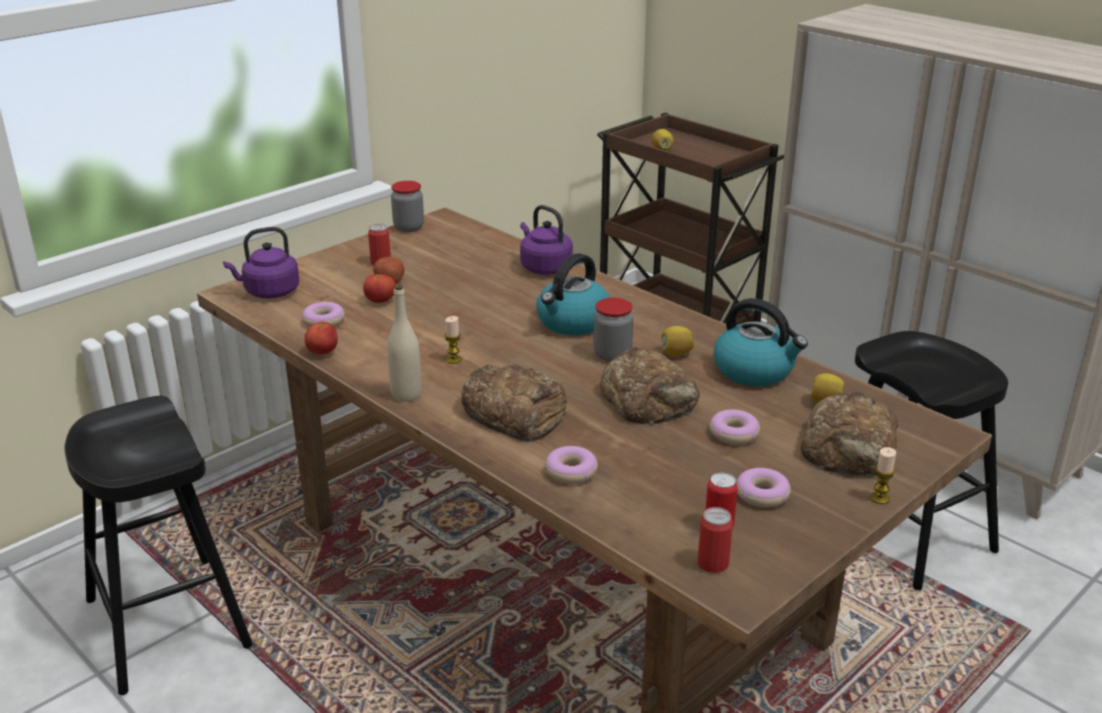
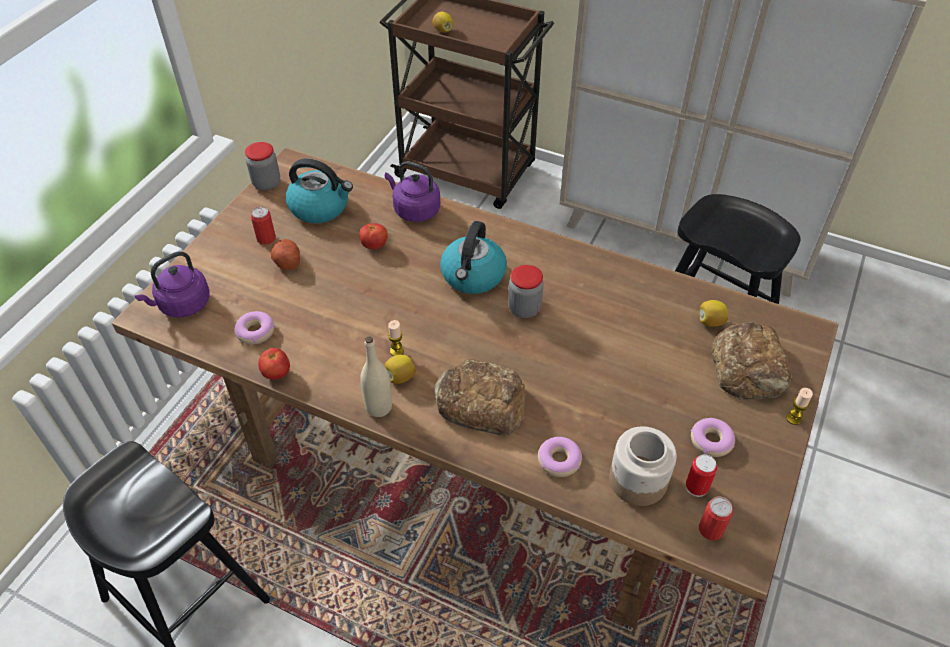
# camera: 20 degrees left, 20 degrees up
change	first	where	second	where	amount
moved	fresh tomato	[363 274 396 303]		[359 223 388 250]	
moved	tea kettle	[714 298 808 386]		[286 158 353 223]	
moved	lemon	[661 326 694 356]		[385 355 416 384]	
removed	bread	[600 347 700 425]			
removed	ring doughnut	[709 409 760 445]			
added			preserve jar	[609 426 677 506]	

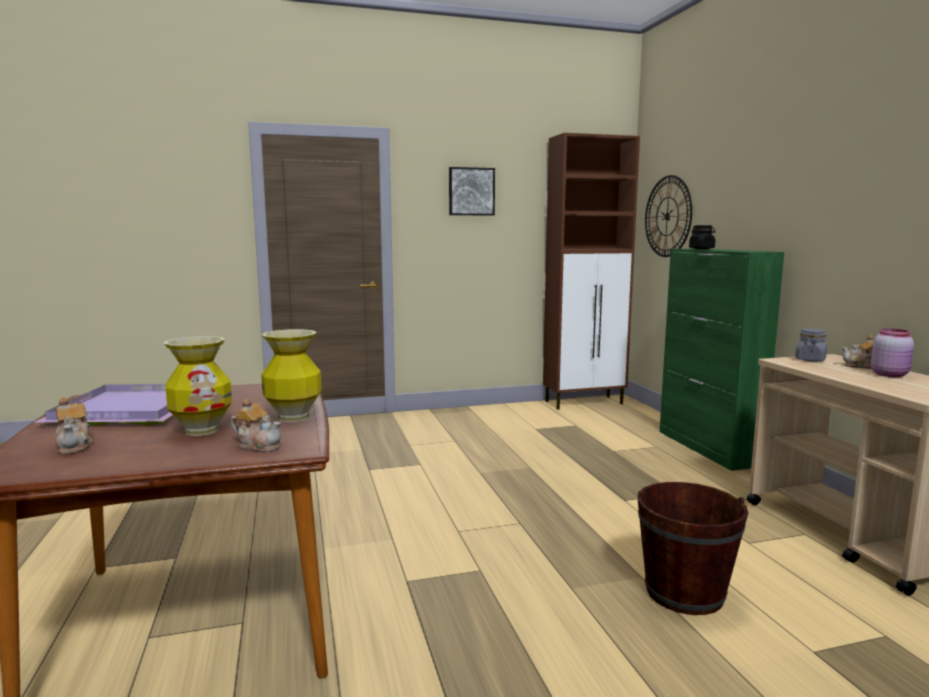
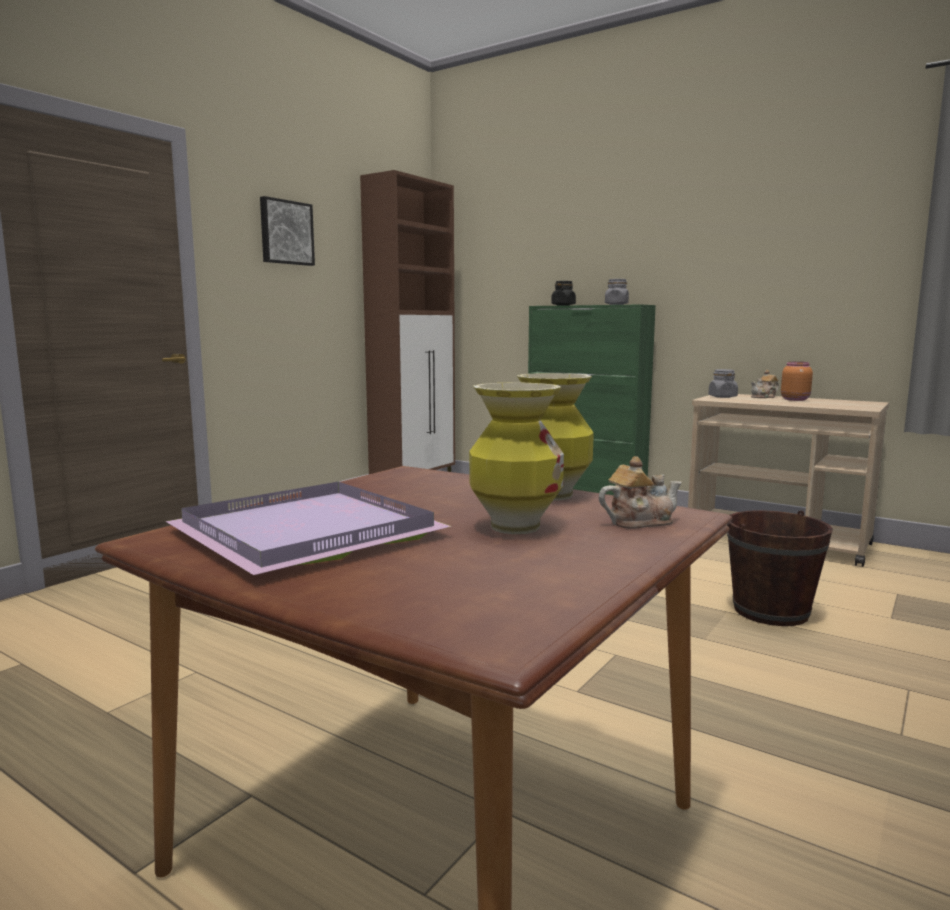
# camera: 40 degrees left, 0 degrees up
change	first	where	second	where	amount
removed	wall clock	[645 175 692 257]			
recoloured	pink-coloured preserve jar	[871 328 914 377]	orange preserve jar	[781 362 813 401]	
removed	tea pot	[55 397 94 454]			
added			gray preserve jar	[605 279 629 305]	

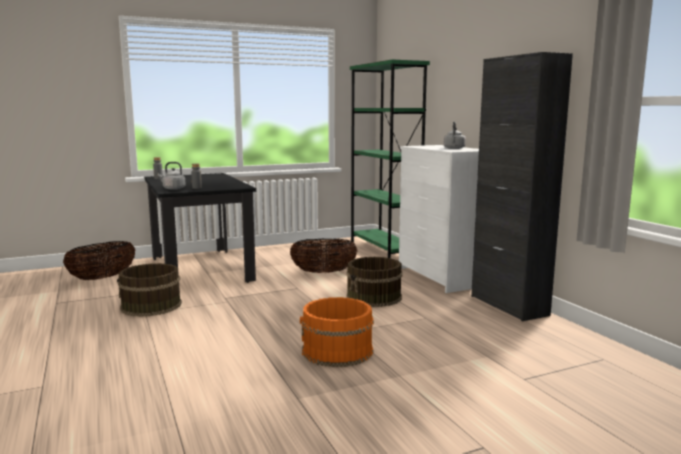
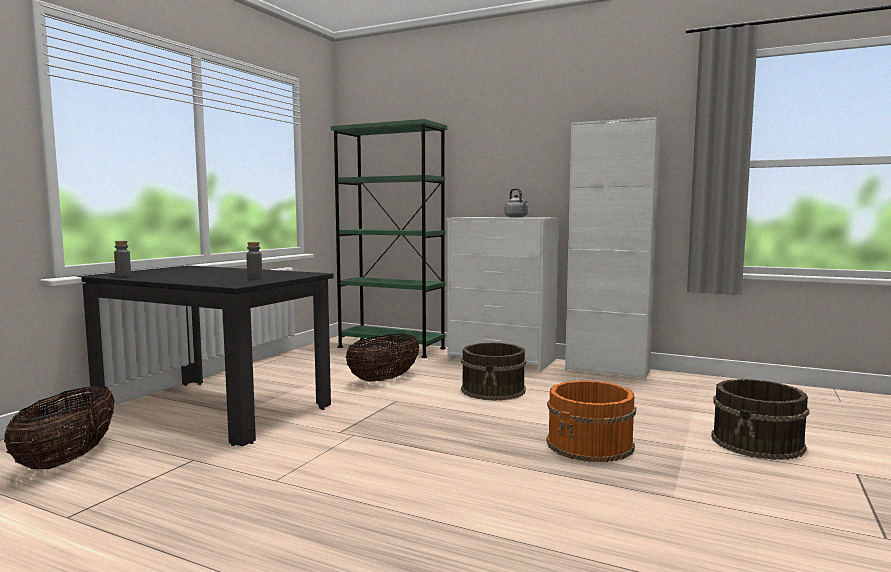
# camera: 40 degrees left, 5 degrees down
change	first	where	second	where	amount
recoloured	blackish cabinet	[471 52 573 321]	white cabinet	[565 117 661 379]	
removed	gray tea kettle	[158 162 186 190]			
moved	brown pail	[117 263 182 317]		[711 379 809 460]	

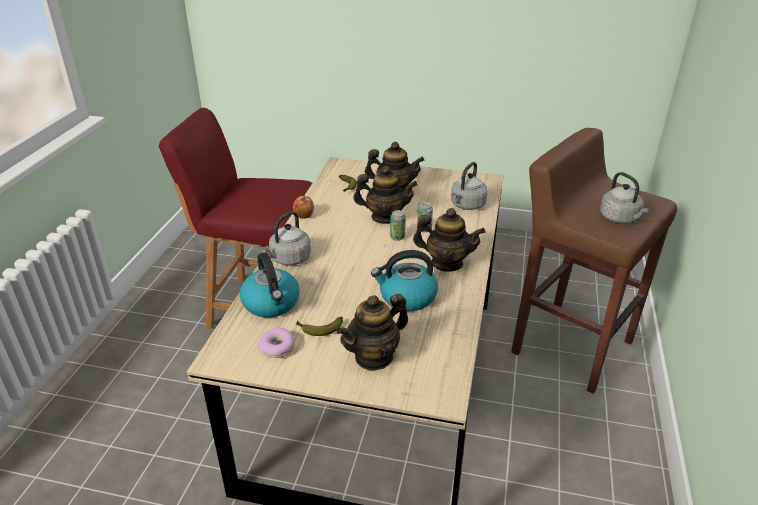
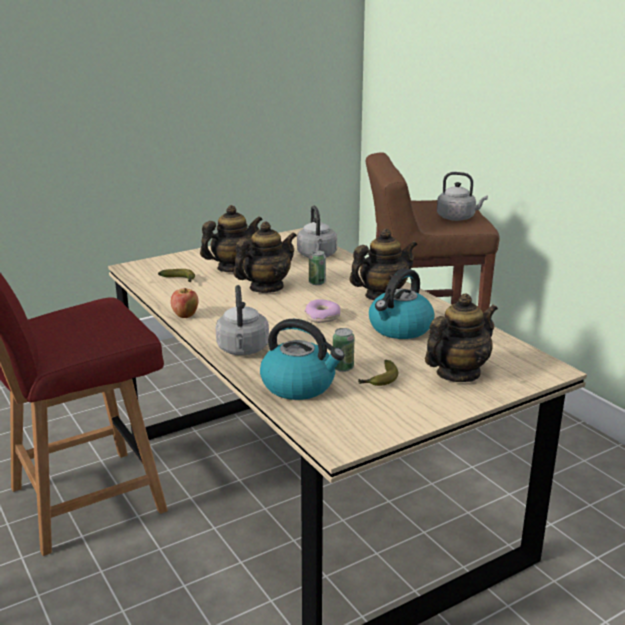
# camera: 45 degrees left, 10 degrees down
change	first	where	second	where	amount
moved	metal can	[390 210 406 241]		[333 328 355 372]	
turned	tea pot	[336 294 408 371]		[425 293 498 382]	135 degrees counterclockwise
moved	ring doughnut	[258 328 295 358]		[305 299 341 323]	

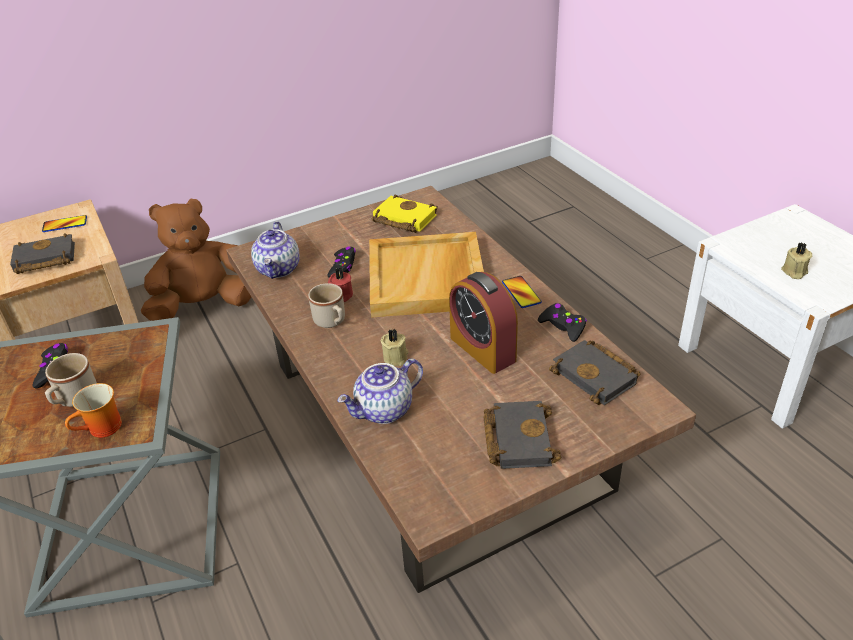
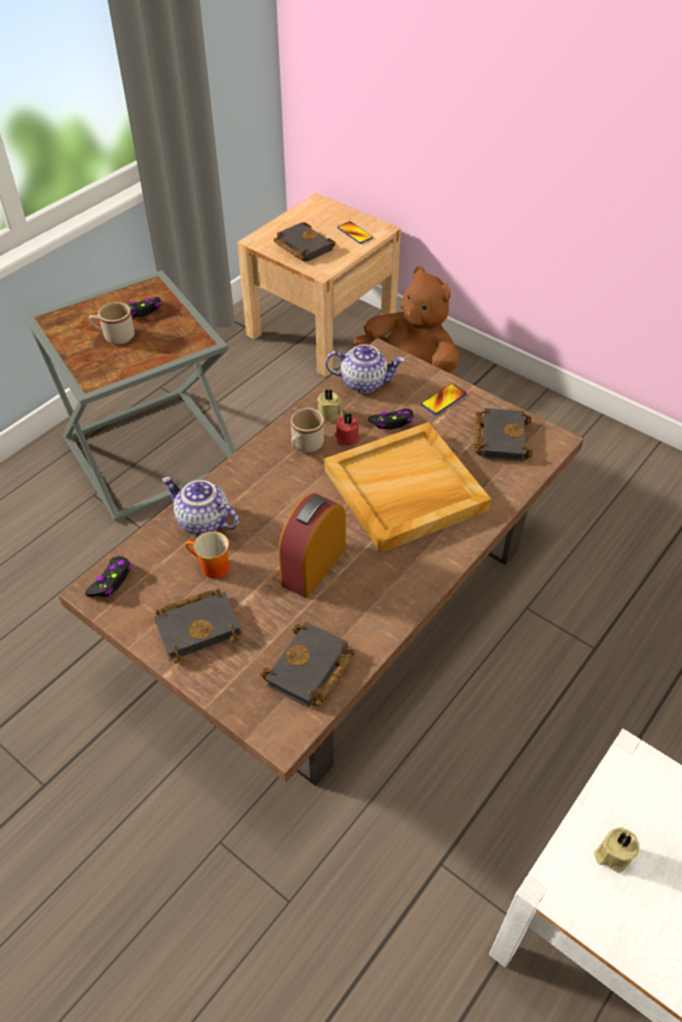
# camera: 65 degrees right, 10 degrees up
change	first	where	second	where	amount
recoloured	yellowish volume	[372 195 438 233]	blackish volume	[474 408 533 461]	
turned	tea pot	[251 221 300 279]		[325 344 405 393]	150 degrees counterclockwise
moved	handset	[502 276 542 308]		[421 384 467 415]	
moved	blackish game controller	[538 303 587 342]		[85 556 131 597]	
moved	sand-coloured candle	[381 329 408 366]		[317 389 343 422]	
moved	tea mug	[65 383 122 438]		[185 531 229 579]	

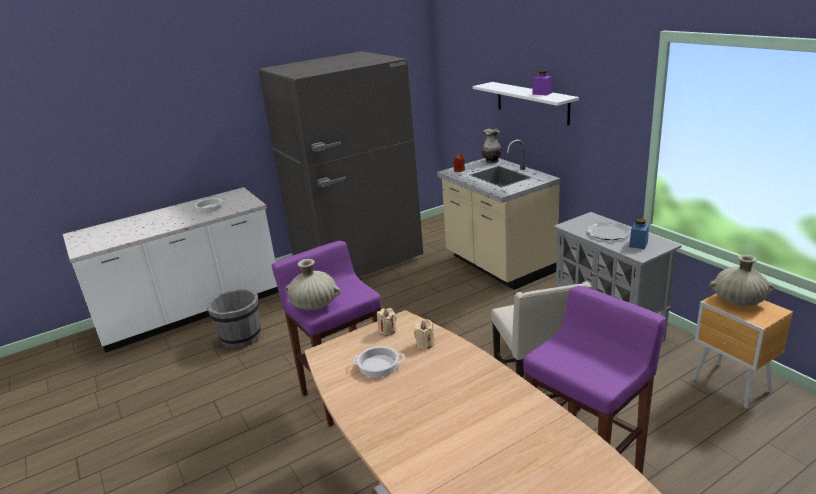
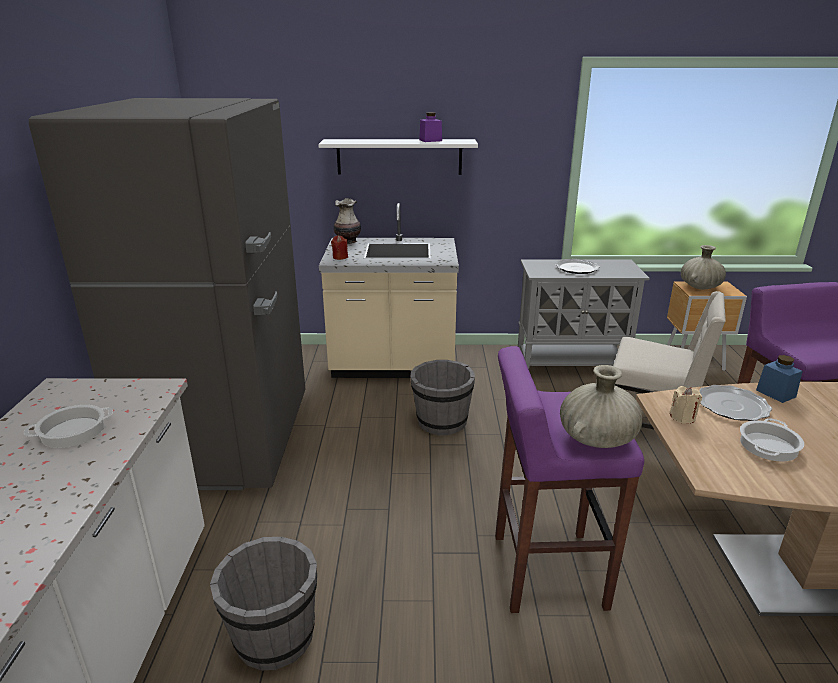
# camera: 60 degrees left, 0 degrees up
change	first	where	second	where	amount
moved	blue-coloured preserve jar	[629 218 649 249]		[756 355 803 403]	
replaced	sand-coloured candle	[414 319 435 350]	plate	[700 385 772 421]	
added			gray pail	[411 360 475 436]	

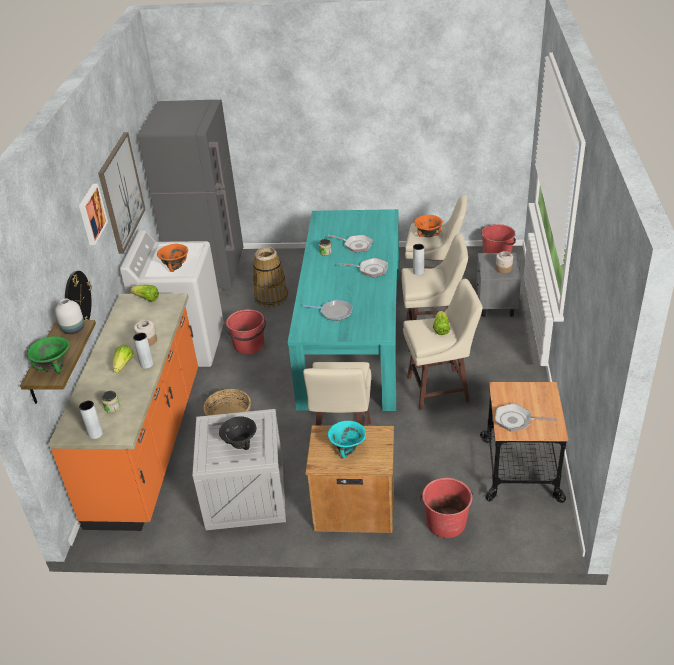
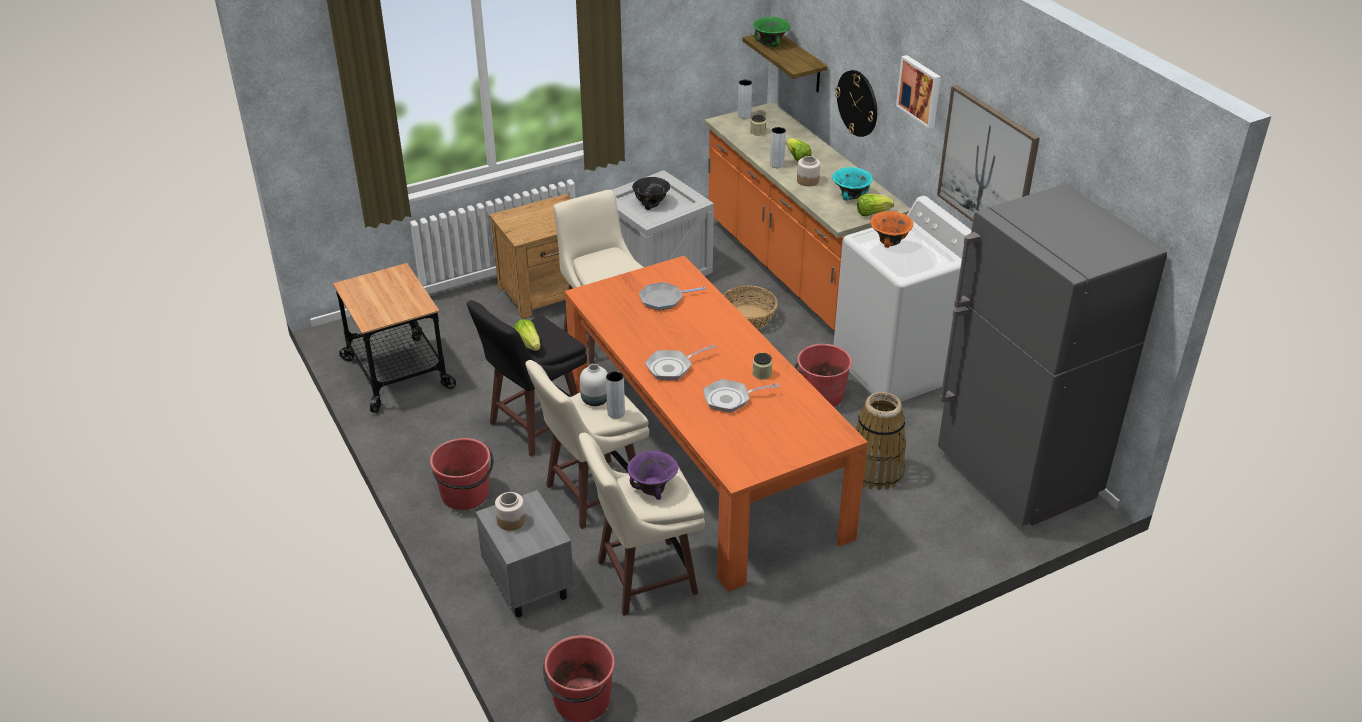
# camera: 145 degrees right, 0 degrees up
change	first	where	second	where	amount
recoloured	turquoise-coloured kitchen table	[288 209 399 411]	orange kitchen table	[564 256 868 592]	
recoloured	orange bowl	[414 215 443 237]	purple-coloured bowl	[627 451 678 500]	
recoloured	sand-coloured sitting stool	[403 279 483 410]	blackish sitting stool	[467 300 587 457]	
moved	white decorative vase	[55 299 84 334]		[580 364 608 406]	
removed	pan	[495 403 557 432]			
moved	turquoise-coloured bowl	[327 421 366 458]		[832 167 873 201]	
moved	reddish pail	[420 478 473 538]		[430 438 494 510]	

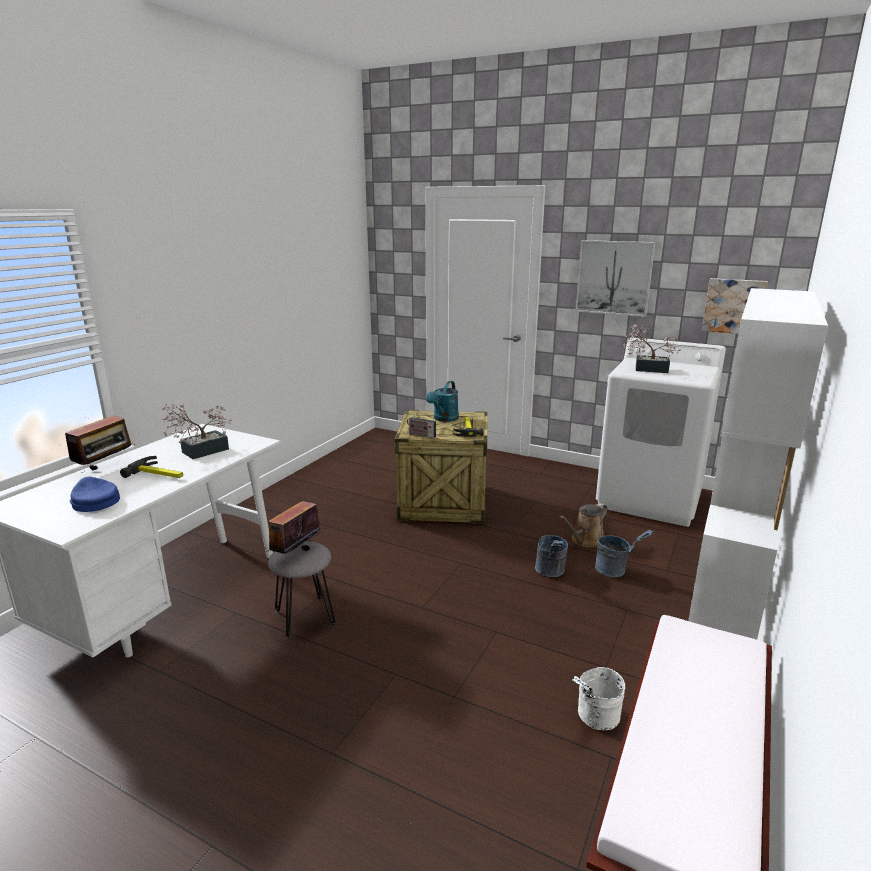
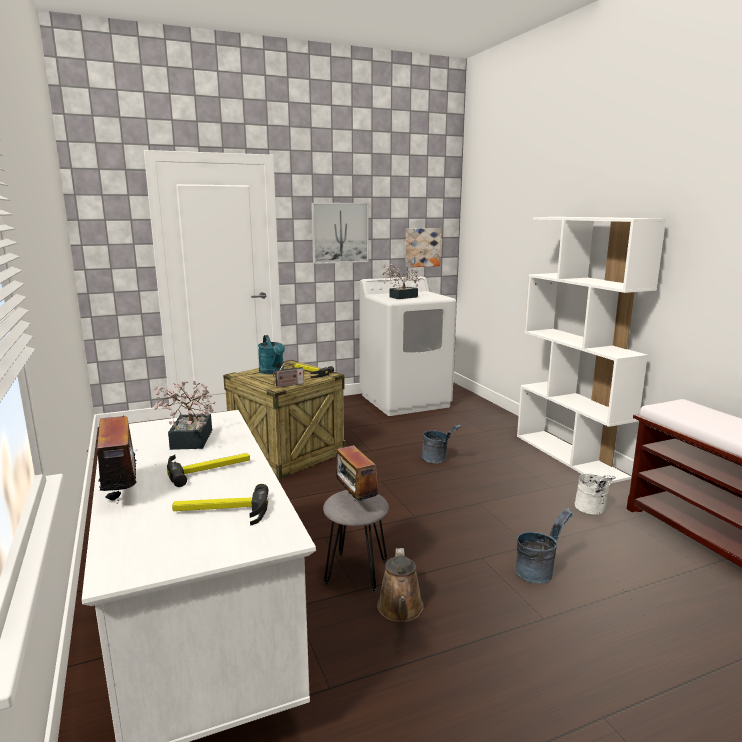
# camera: 50 degrees left, 5 degrees down
change	first	where	second	where	amount
replaced	blue-coloured cap	[70 476 120 512]	hand hammer	[172 484 269 526]	
moved	brown watering can	[559 503 608 547]		[377 548 424 622]	
moved	gray pail	[595 530 654 577]		[515 508 574 583]	

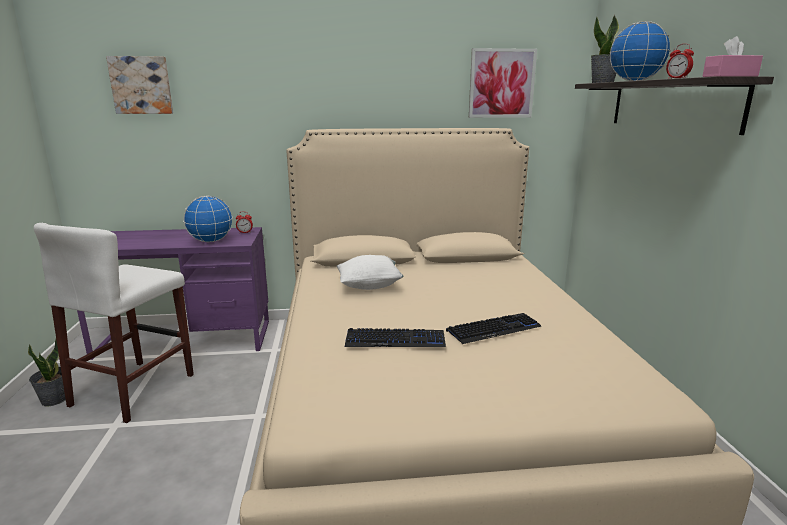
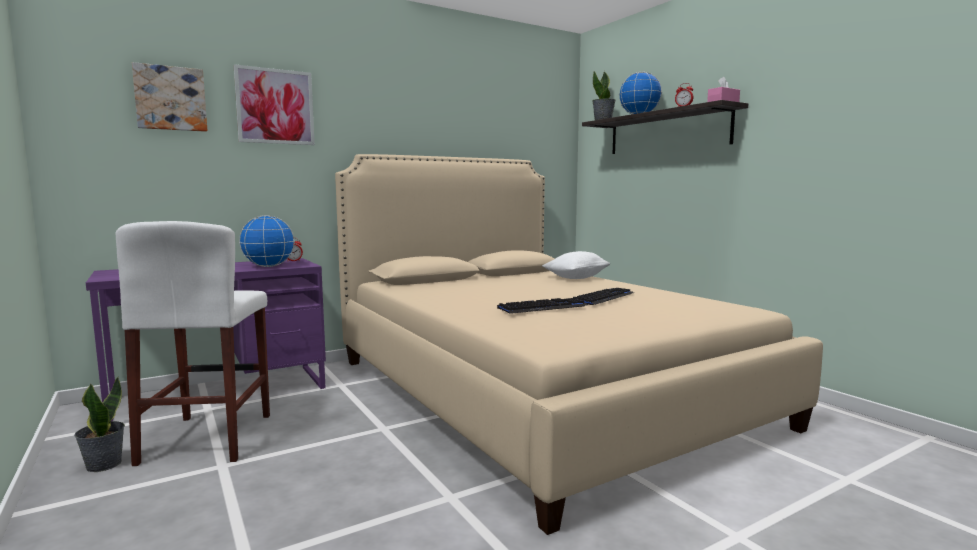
# camera: 25 degrees left, 10 degrees down
change	first	where	second	where	amount
moved	wall art	[469 48 537 118]		[234 64 315 145]	
moved	white cushion	[337 255 403 290]		[542 251 610 279]	

